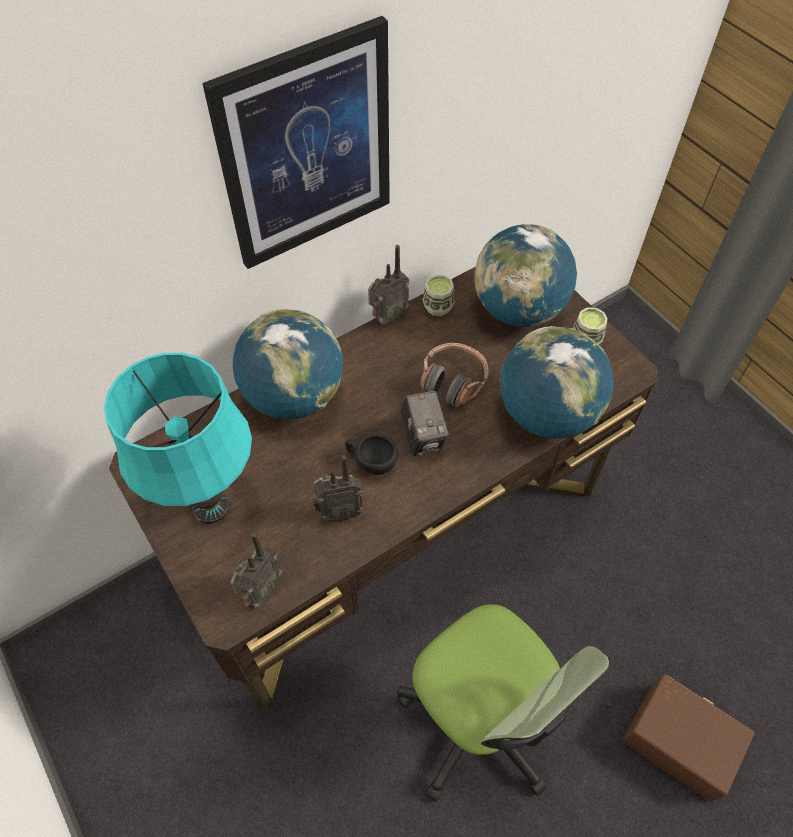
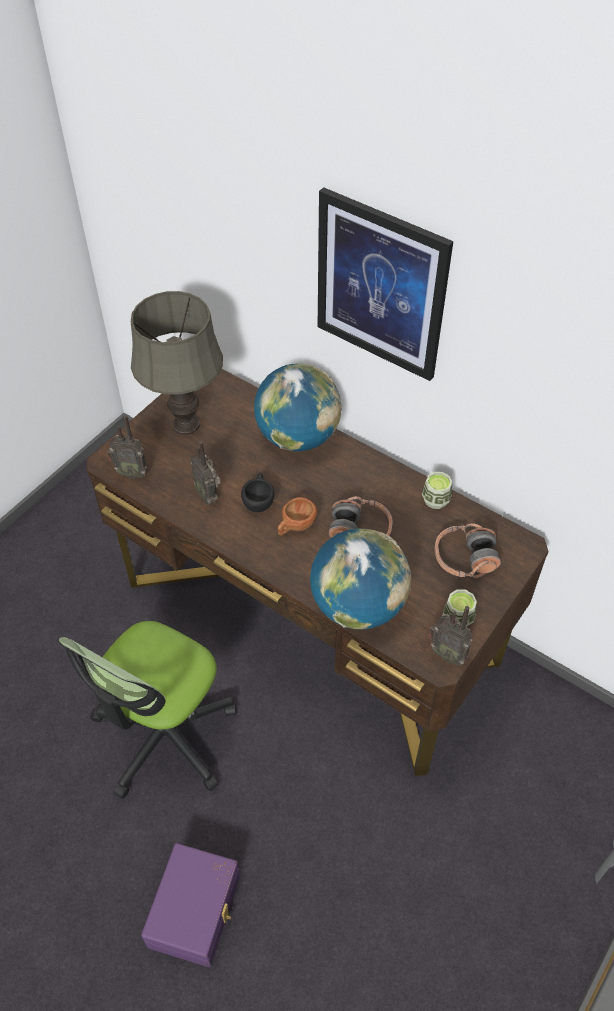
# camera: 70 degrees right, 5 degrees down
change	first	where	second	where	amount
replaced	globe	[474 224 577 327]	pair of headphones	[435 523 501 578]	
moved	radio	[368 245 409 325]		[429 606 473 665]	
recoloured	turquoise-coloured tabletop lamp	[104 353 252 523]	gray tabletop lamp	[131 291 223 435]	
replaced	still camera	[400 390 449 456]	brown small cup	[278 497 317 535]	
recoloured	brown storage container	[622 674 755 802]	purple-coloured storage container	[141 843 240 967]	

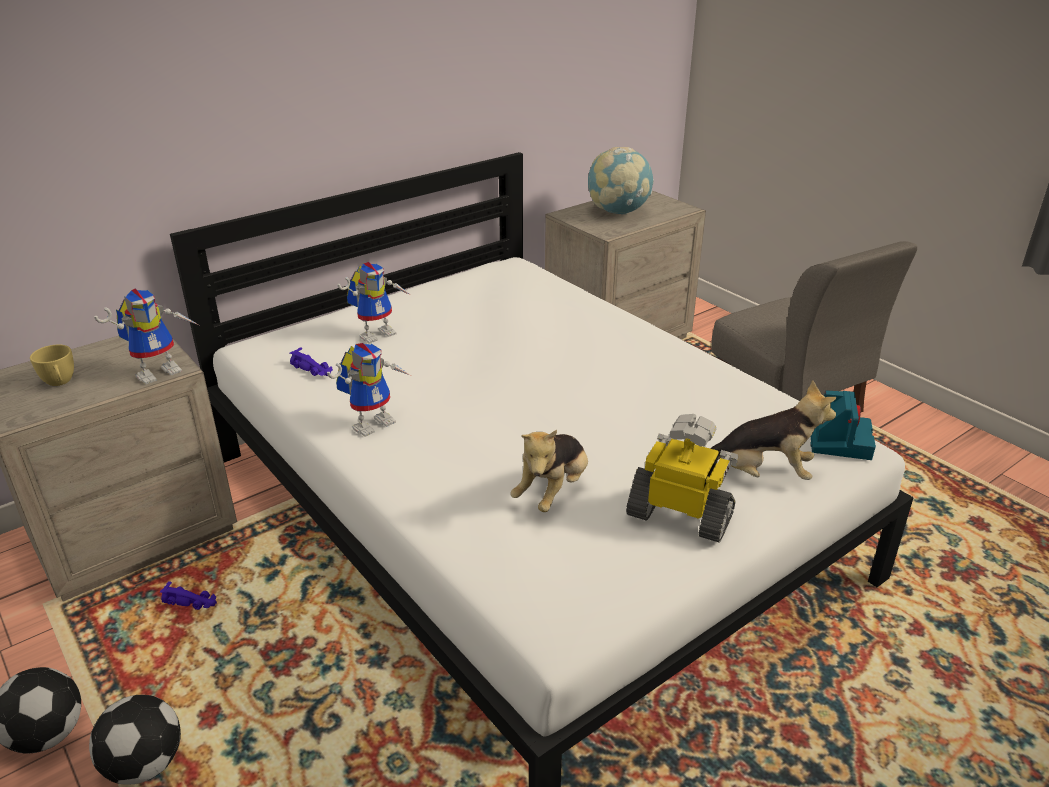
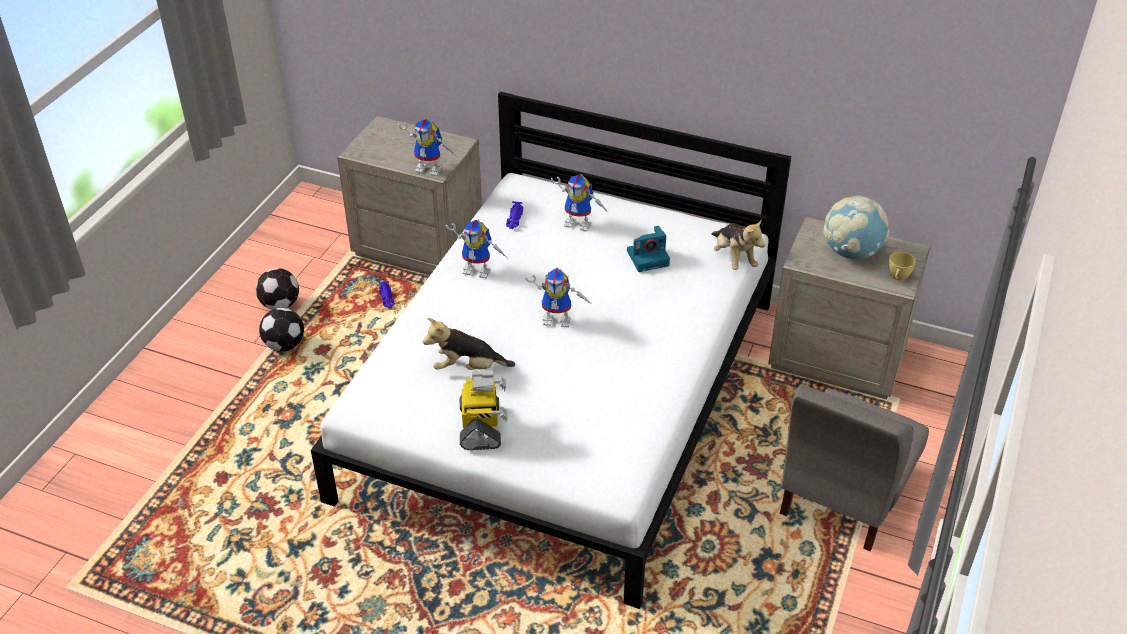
# camera: 60 degrees right, 10 degrees up
change	first	where	second	where	amount
moved	yellowish small cup	[30 345 74 386]		[888 252 915 281]	
moved	cuddly toy	[710 380 836 480]		[711 219 765 270]	
moved	still camera	[810 391 876 460]		[627 226 670 272]	
added			toy robot	[525 268 590 327]	

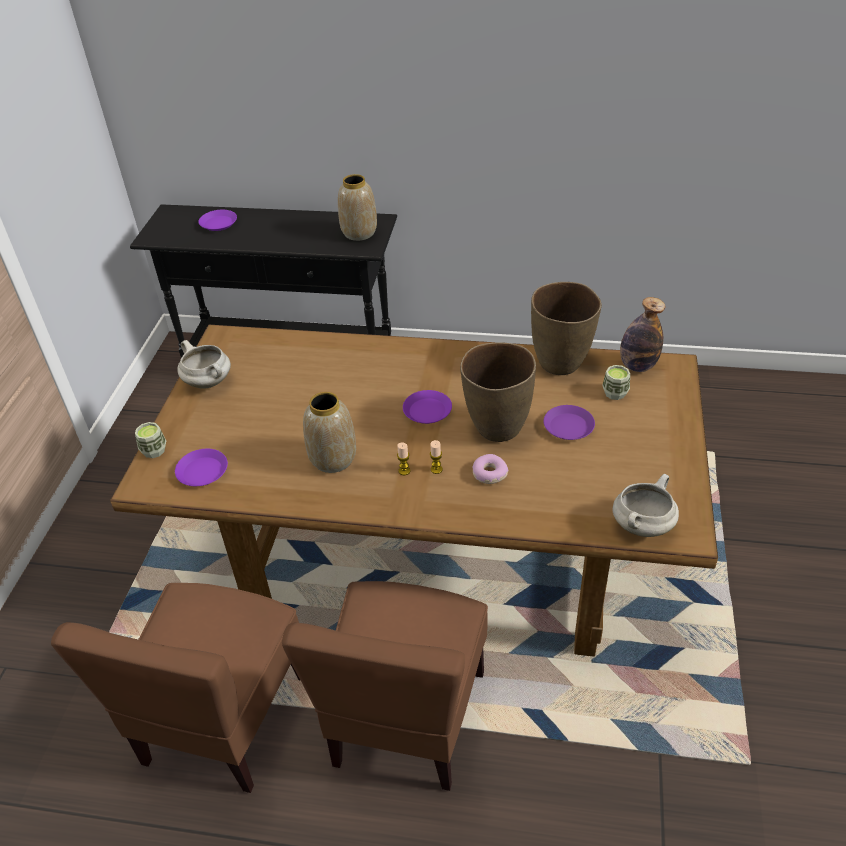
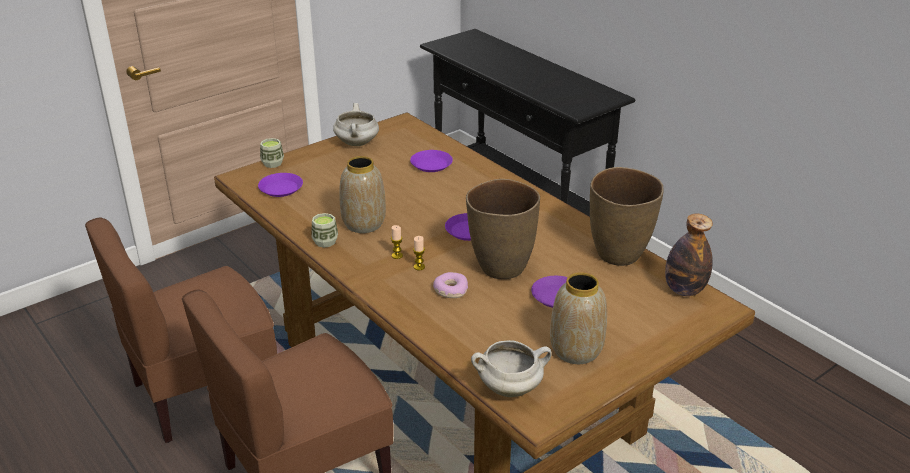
# camera: 40 degrees right, 10 degrees down
change	first	where	second	where	amount
moved	decorative vase	[338 174 377 241]		[550 272 607 364]	
moved	purple-coloured plate	[199 210 237 231]		[410 150 453 172]	
moved	small cup	[602 365 630 400]		[311 213 338 248]	

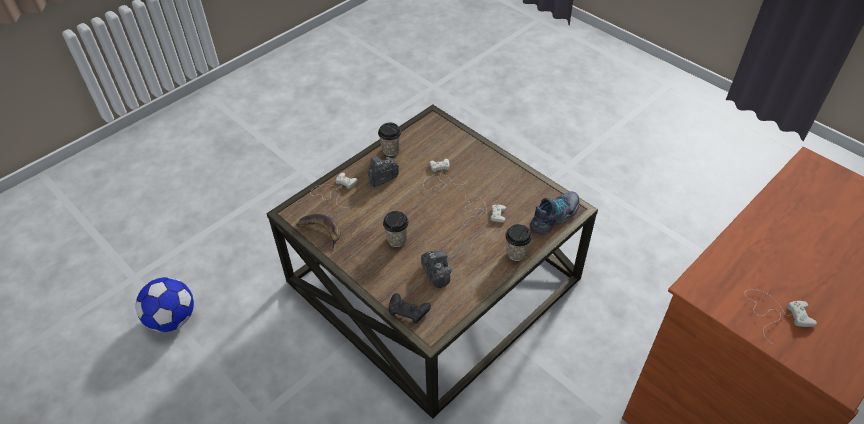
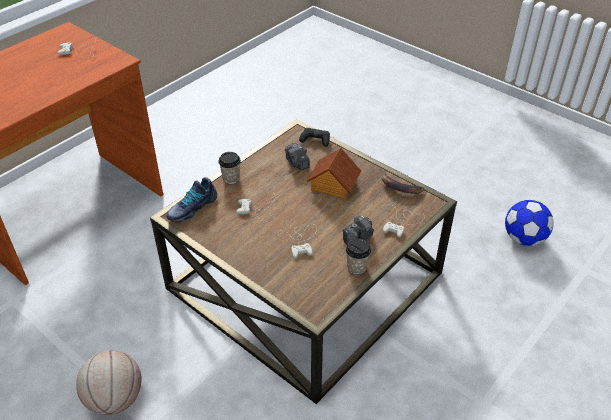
# camera: 175 degrees right, 5 degrees down
change	first	where	second	where	amount
replaced	small cup	[383 211 409 247]	miniature house	[307 148 361 199]	
added			basketball ball	[76 350 142 415]	

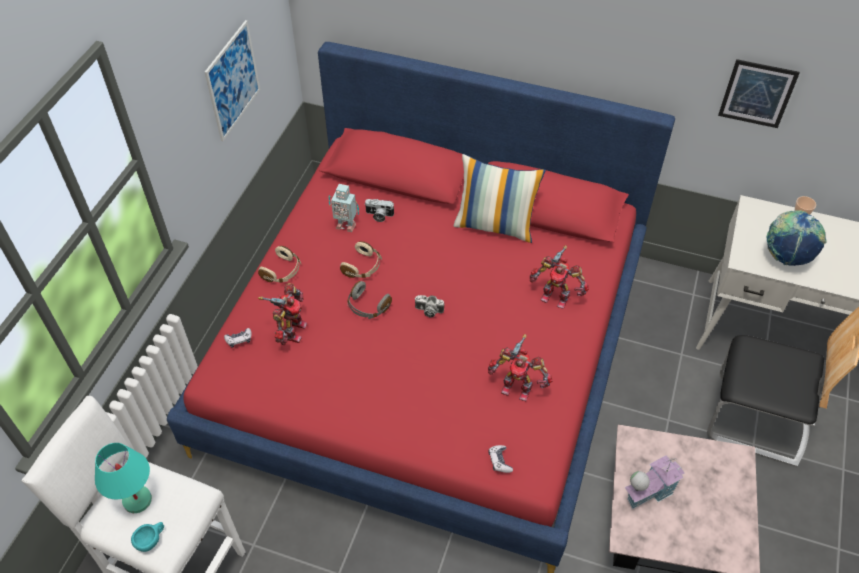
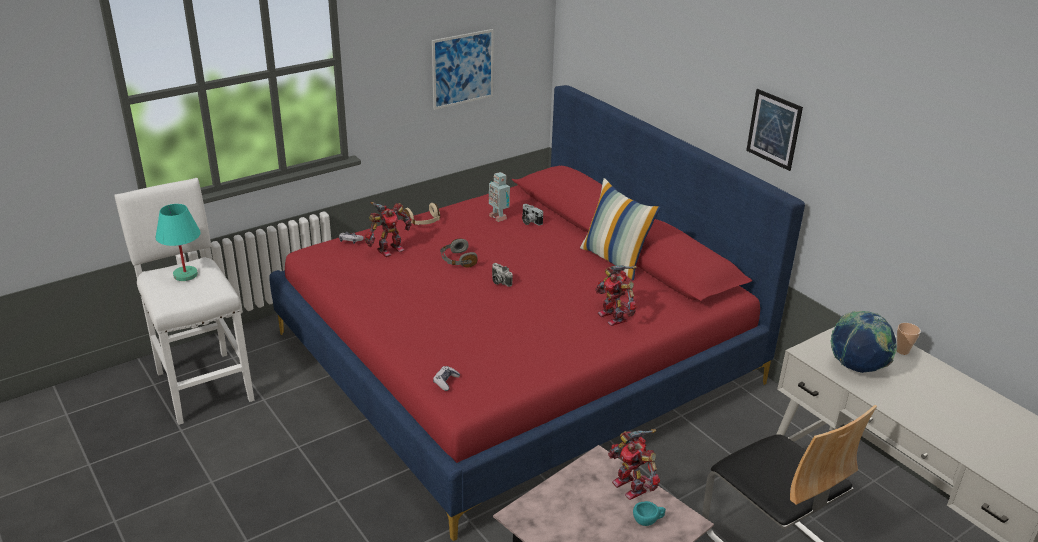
# camera: 35 degrees right, 20 degrees down
change	first	where	second	where	amount
moved	wall art	[718 59 800 128]		[746 89 803 171]	
removed	sand-coloured pair of headphones	[340 241 382 278]			
moved	toy robot	[488 334 552 402]		[608 429 660 500]	
removed	miniature house	[625 455 685 509]			
moved	turquoise-coloured small cup	[131 522 164 552]		[633 501 666 526]	

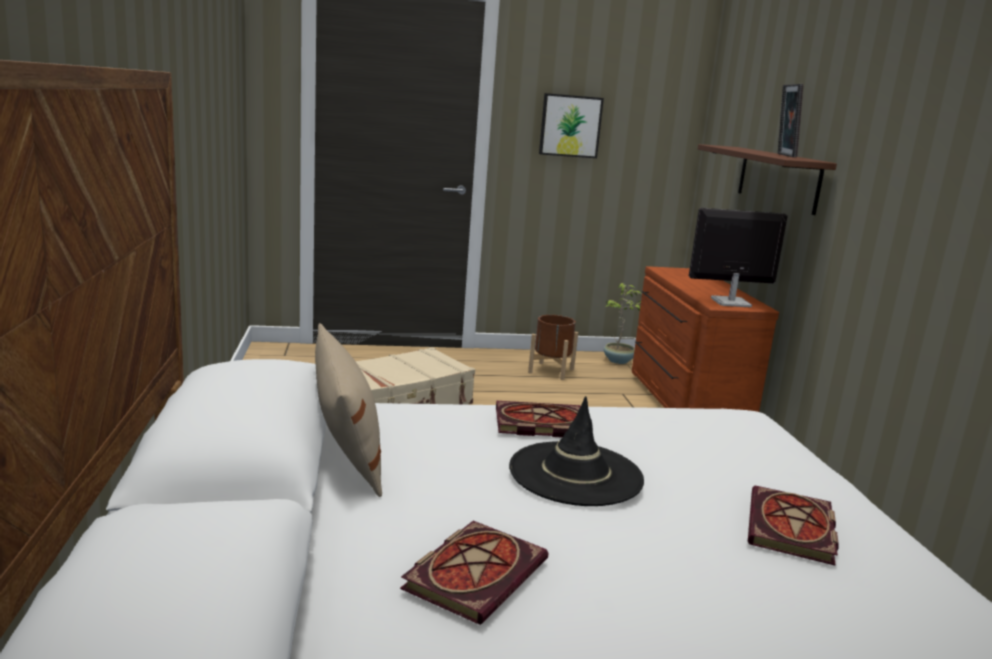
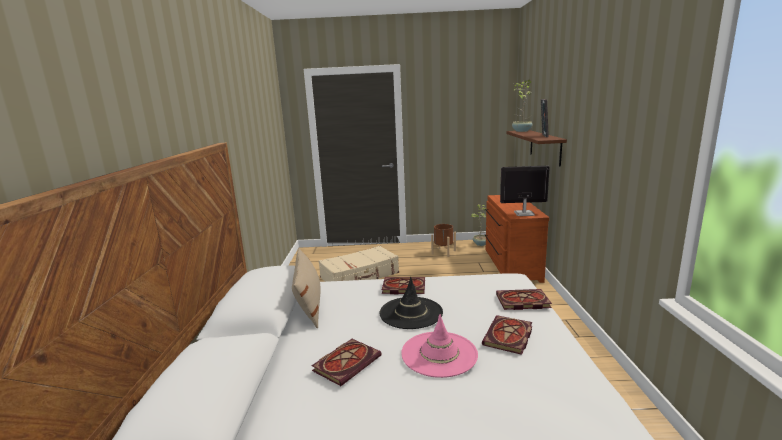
# camera: 10 degrees right, 0 degrees up
change	first	where	second	where	amount
removed	wall art	[539 93 604 158]			
added			plant in a pot	[512 80 533 132]	
added			volume	[496 289 552 310]	
added			pink-coloured clothing hat	[401 314 478 378]	

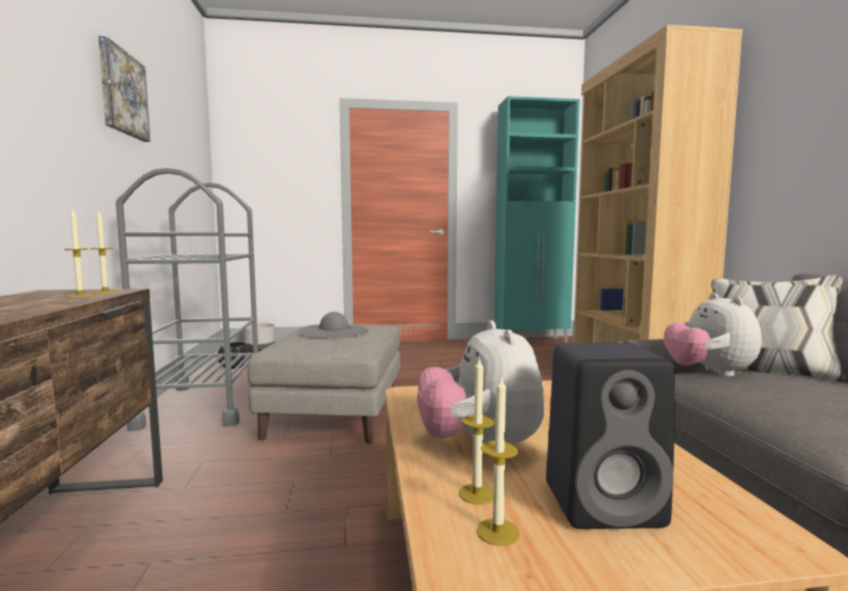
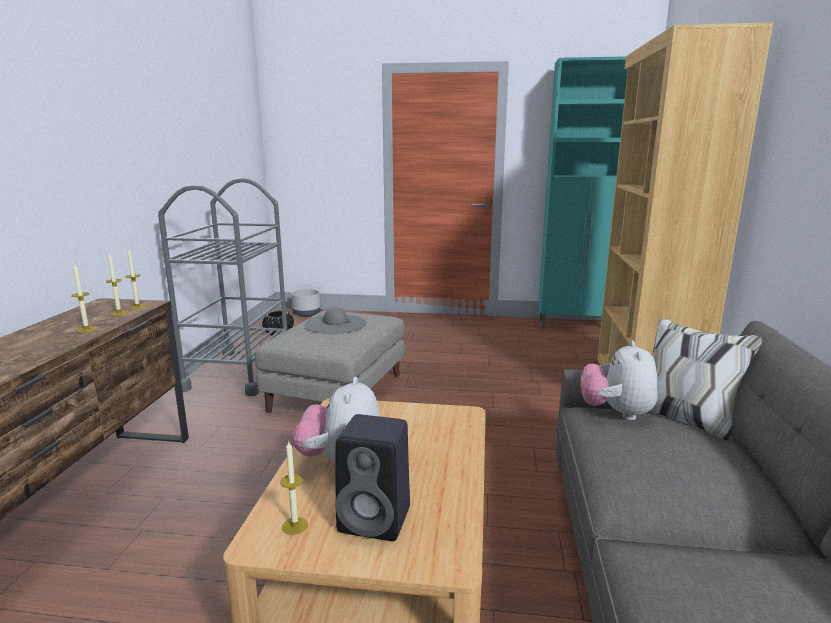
# camera: 15 degrees right, 10 degrees up
change	first	where	second	where	amount
removed	wall art	[98 36 151 142]			
moved	candle	[459 357 495 504]		[71 265 97 333]	

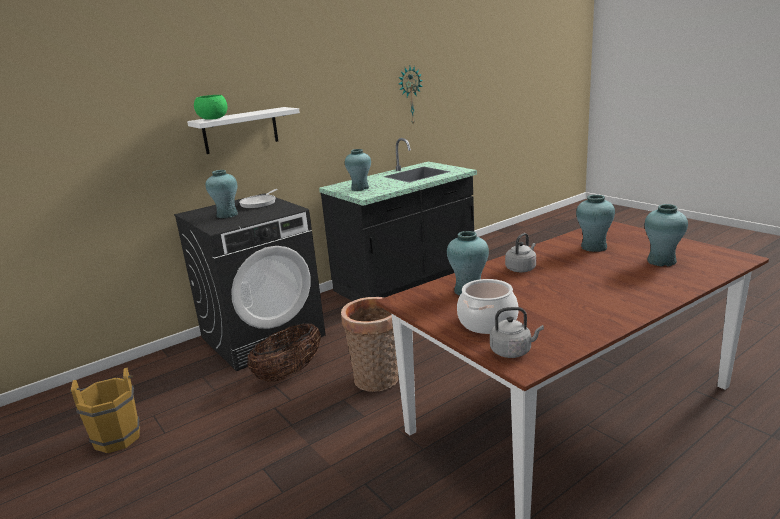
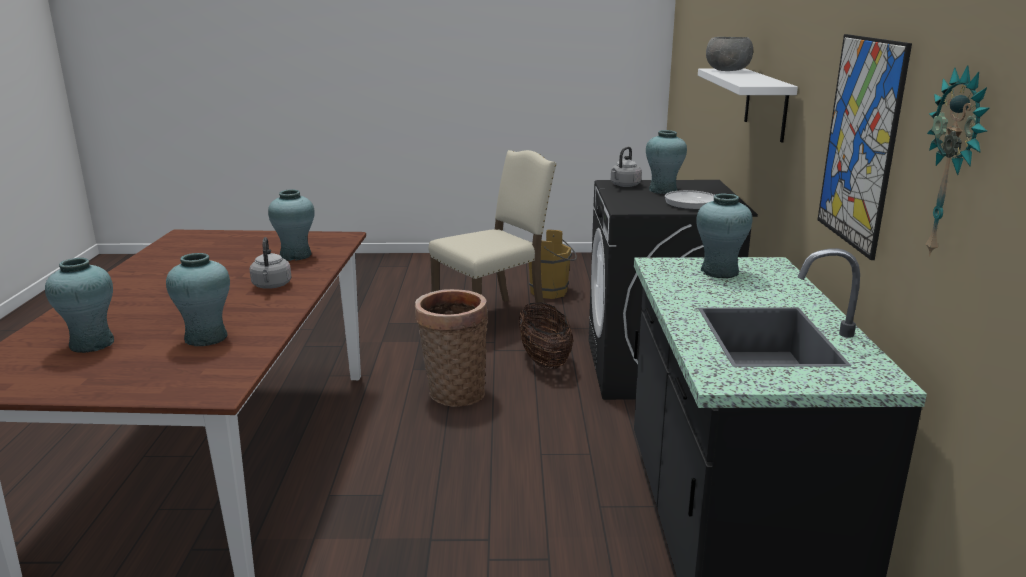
# camera: 125 degrees right, 0 degrees up
change	first	where	second	where	amount
recoloured	greenish bowl	[194 95 227 120]	gray bowl	[706 37 753 71]	
removed	cooking pot	[457 279 519 334]			
moved	gray tea kettle	[490 307 544 358]		[611 147 642 187]	
added			wall art	[817 34 912 260]	
added			sand-coloured upright chair	[429 150 557 316]	

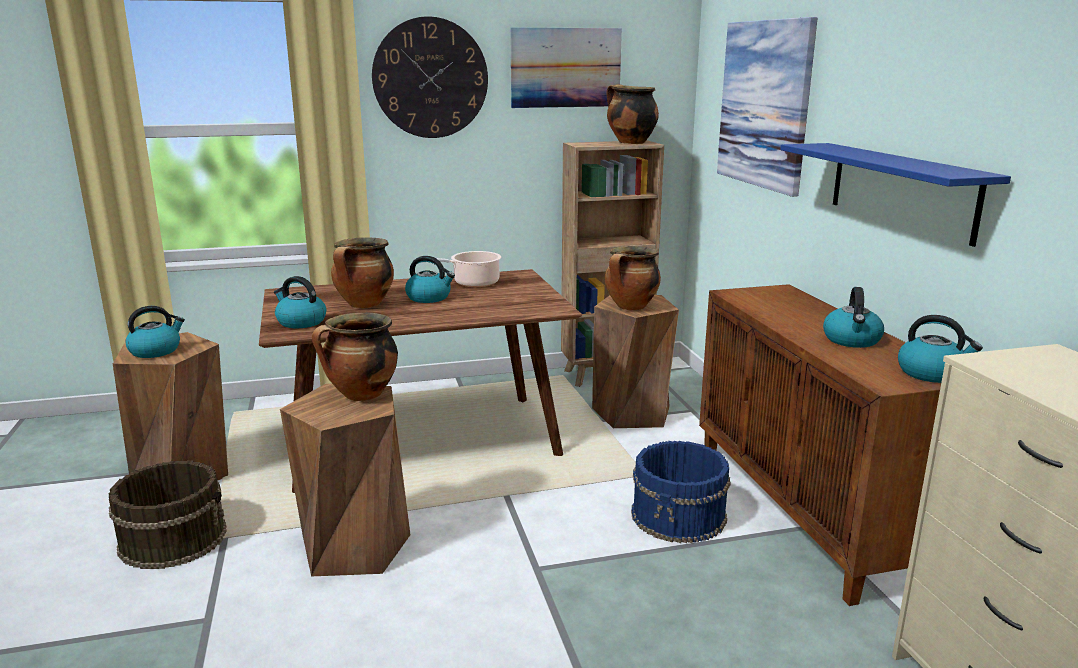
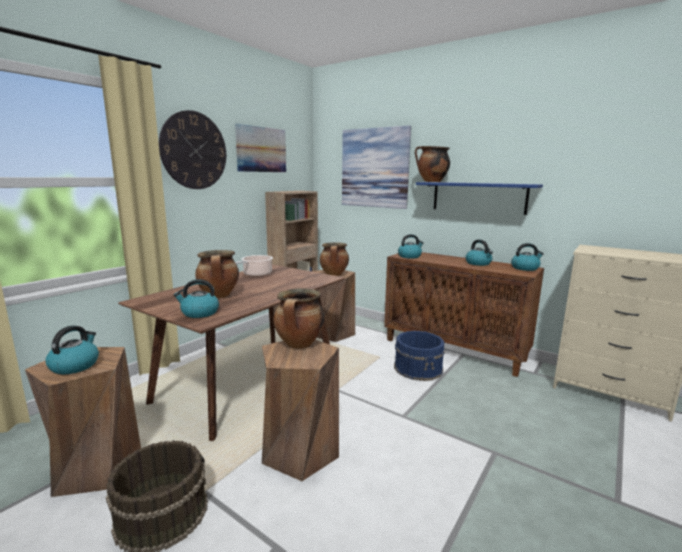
# camera: 40 degrees left, 5 degrees down
change	first	where	second	where	amount
moved	cooking pot	[606 84 659 144]		[415 146 450 182]	
moved	tea kettle	[405 256 455 303]		[398 234 423 259]	

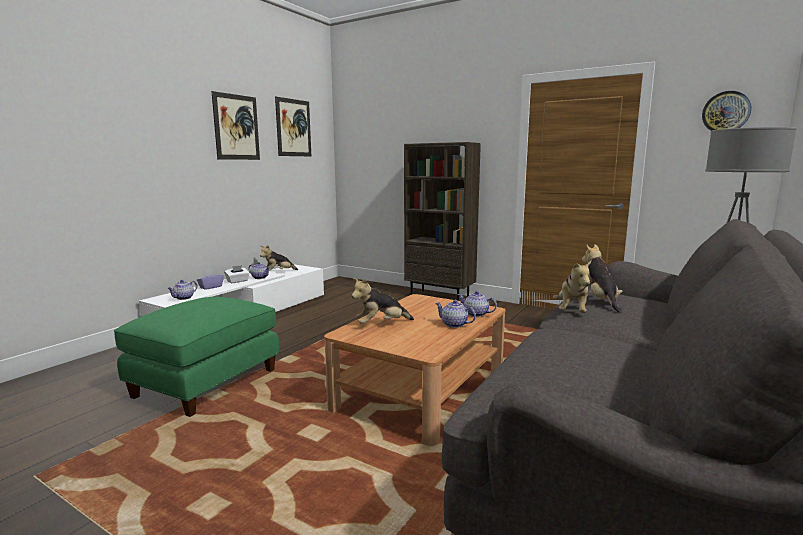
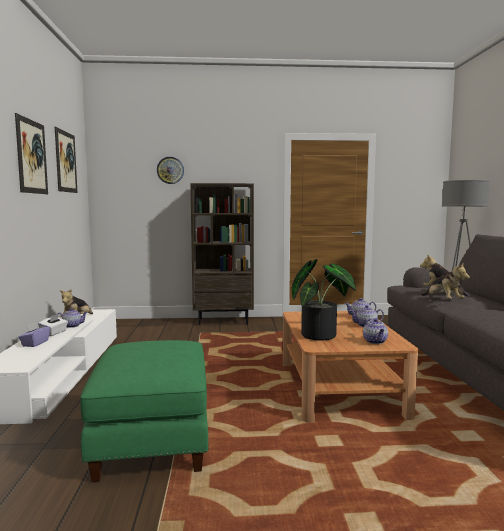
# camera: 35 degrees left, 5 degrees down
change	first	where	second	where	amount
moved	wall clock	[702 91 751 131]		[157 157 184 184]	
replaced	cuddly toy	[351 278 414 324]	plant in a pot	[292 259 356 340]	
moved	tea pot	[168 280 197 300]		[363 318 388 344]	

